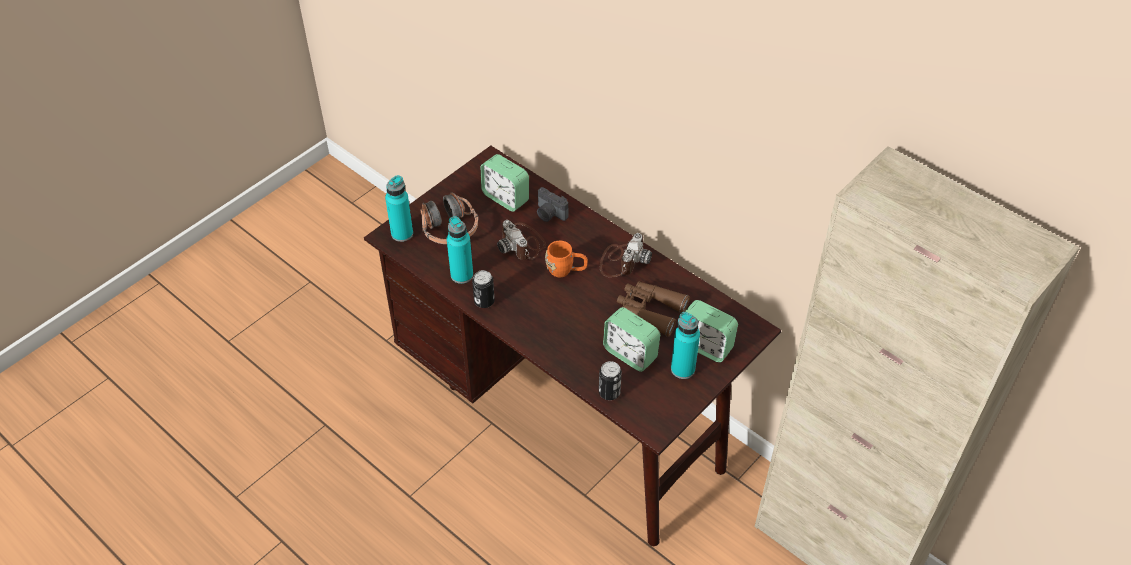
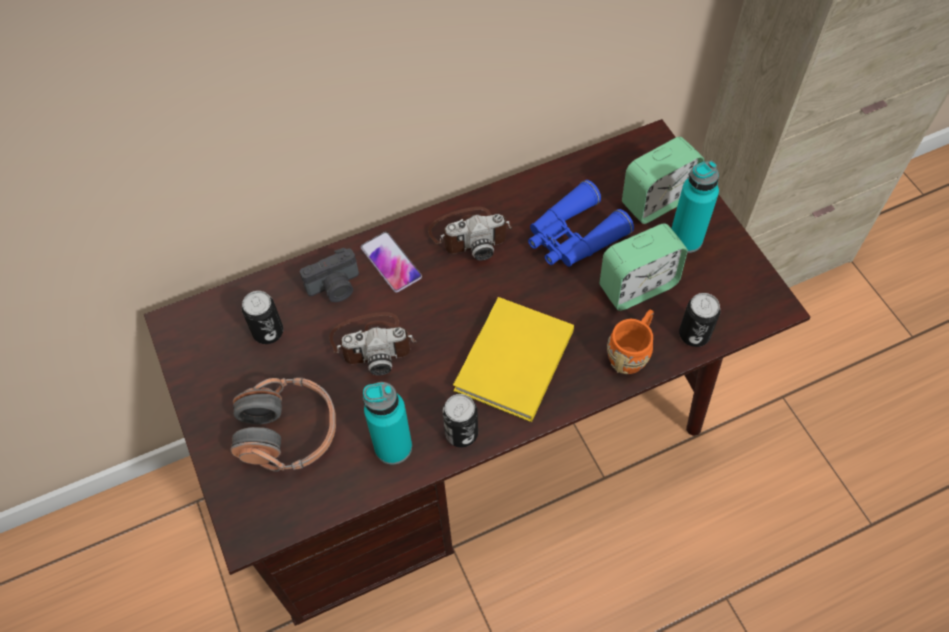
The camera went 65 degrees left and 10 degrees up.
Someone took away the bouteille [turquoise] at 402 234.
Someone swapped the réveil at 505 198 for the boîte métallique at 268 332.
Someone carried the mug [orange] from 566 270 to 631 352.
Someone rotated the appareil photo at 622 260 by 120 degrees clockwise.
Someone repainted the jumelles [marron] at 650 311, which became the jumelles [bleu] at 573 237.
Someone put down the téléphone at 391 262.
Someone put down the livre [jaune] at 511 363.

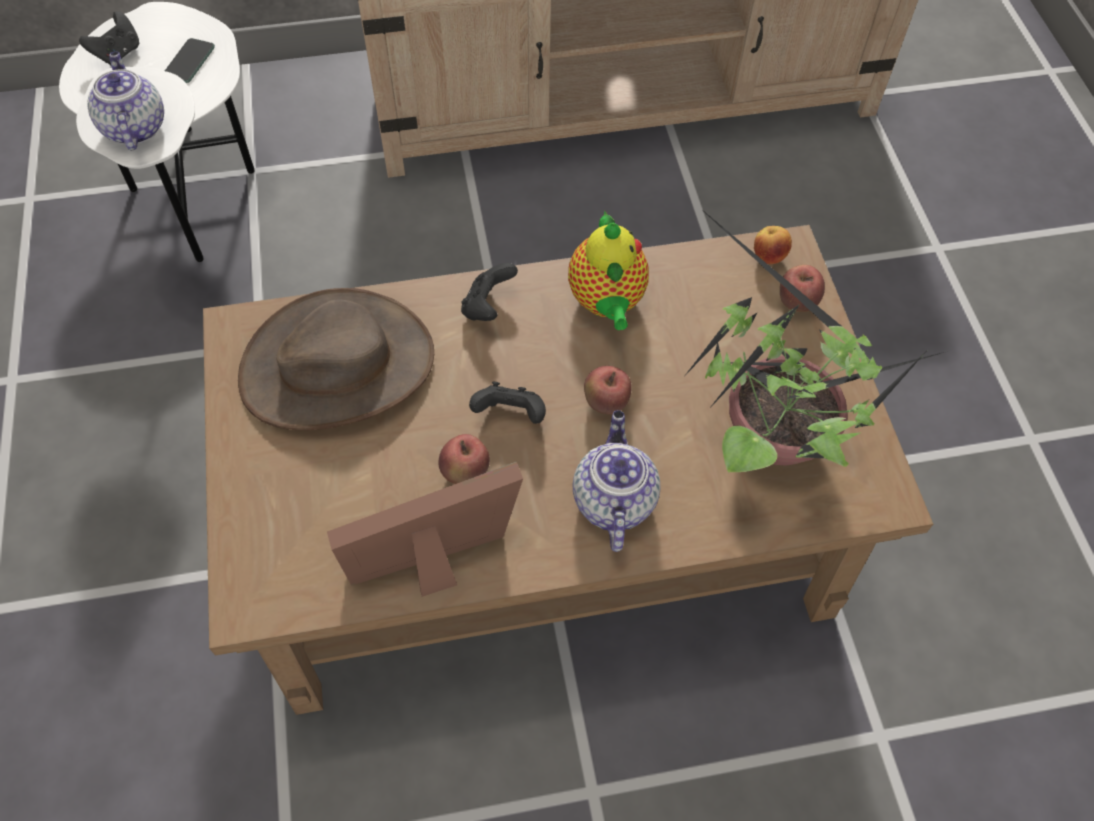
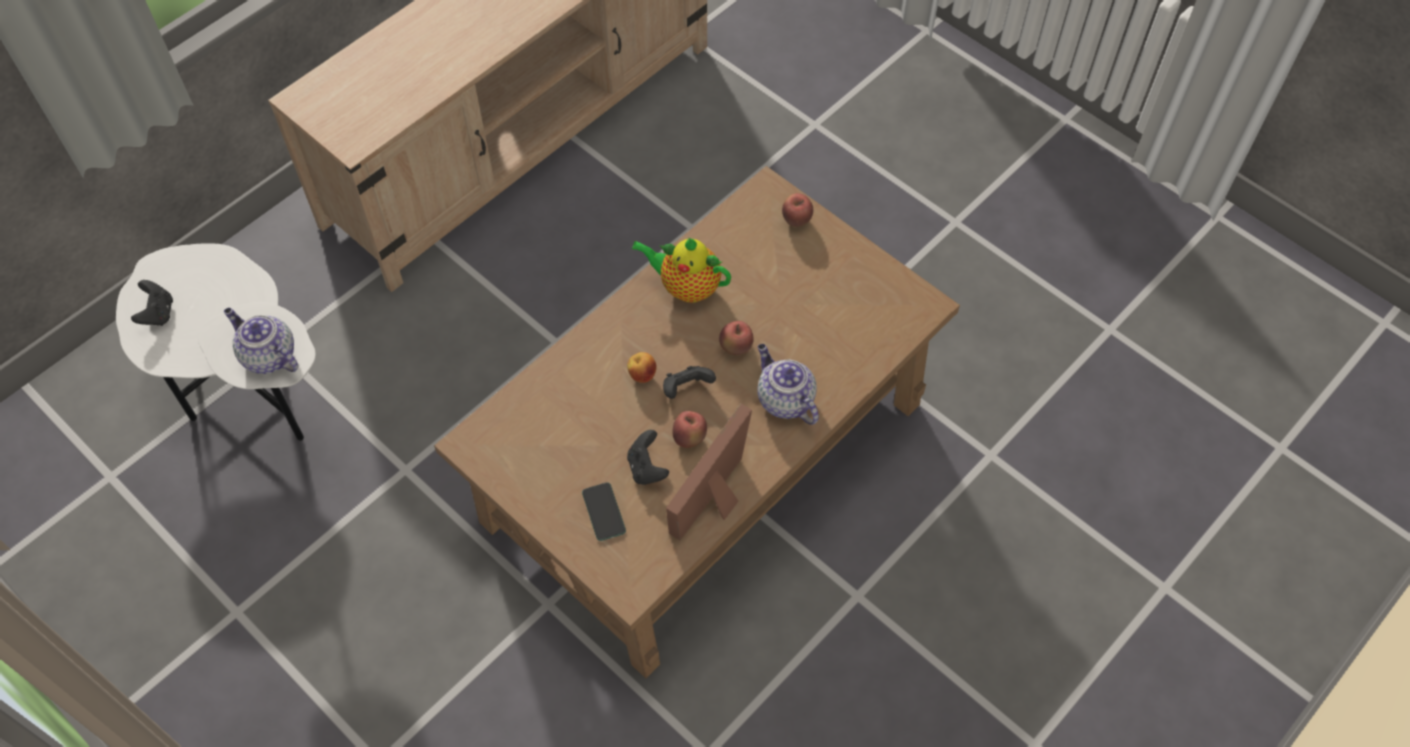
The camera went 35 degrees left and 0 degrees up.
Someone carried the téléphone from 189 62 to 603 512.
Someone took away the chapeau [marron] at 337 365.
Someone carried the manette [noir] from 487 307 to 647 468.
Someone rotated the théière at 606 303 by 150 degrees clockwise.
Someone took away the plante en pot at 771 431.
Someone carried the pomme from 768 257 to 642 375.

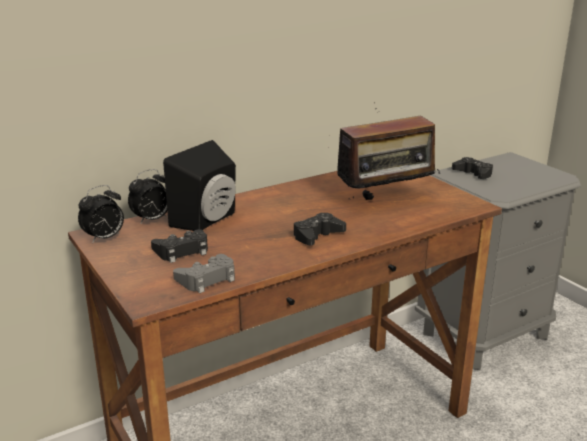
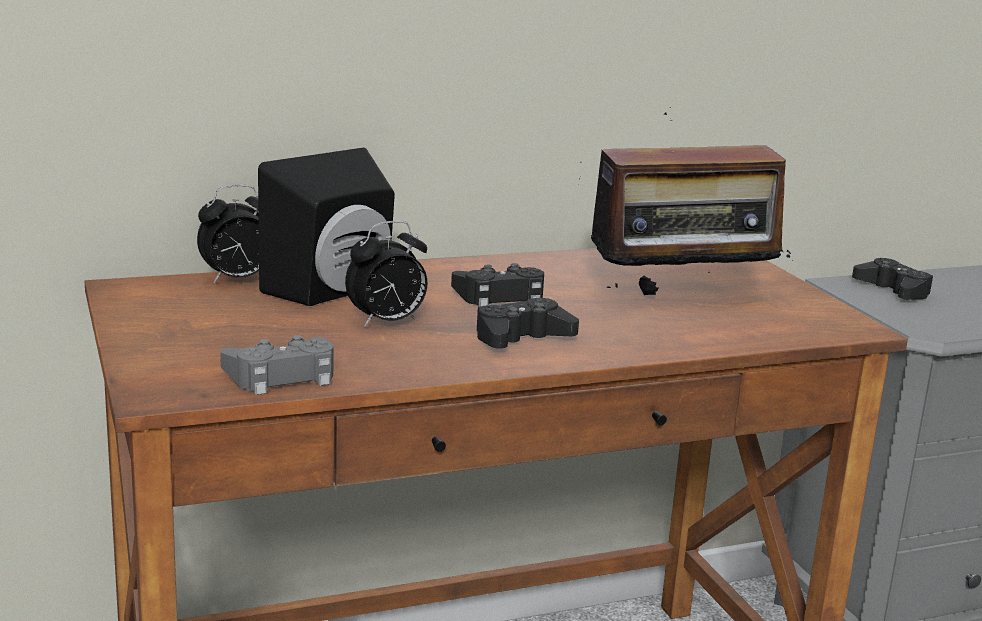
The camera went 10 degrees right and 5 degrees down.
Someone carried the réveil from 104 238 to 386 322.
Someone carried the manette [noir] from 182 251 to 501 296.

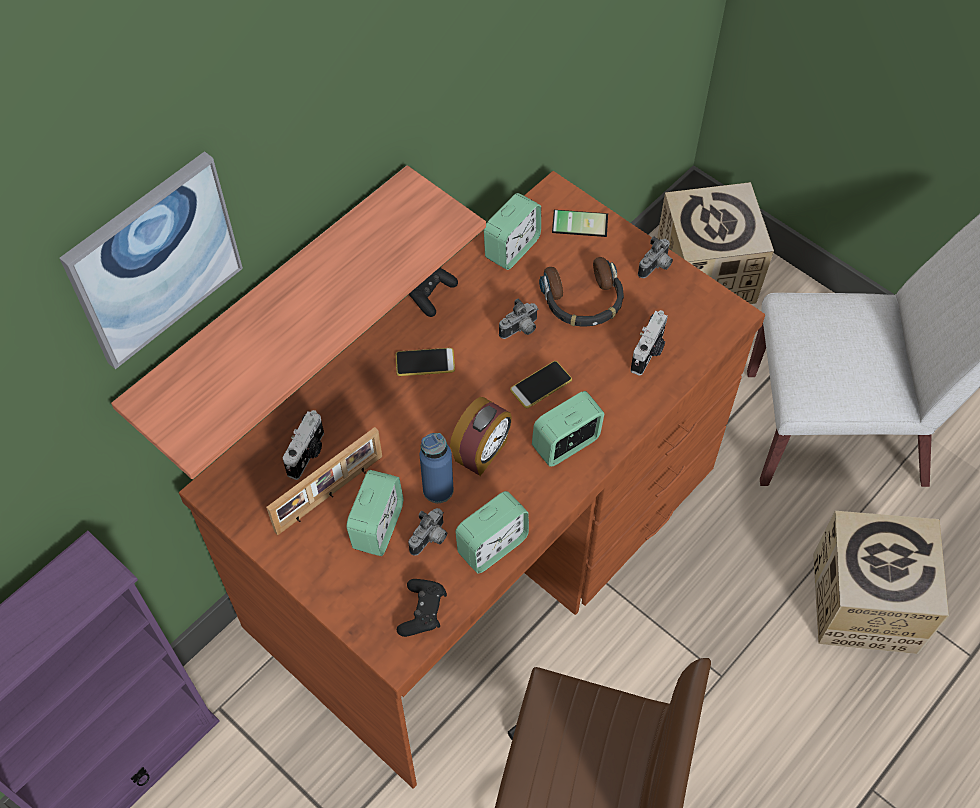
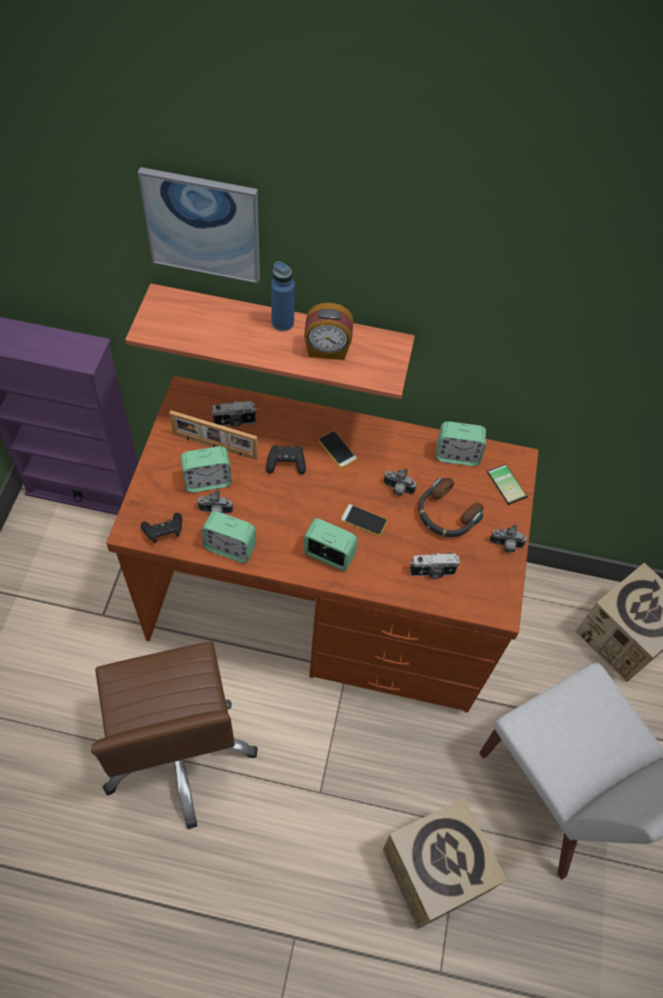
The camera went 55 degrees right and 0 degrees up.
Someone carried the manette [noir] from 431 294 to 286 464.
Someone carried the bouteille [bleu] from 438 490 to 282 323.
Someone carried the réveil from 482 452 to 327 350.

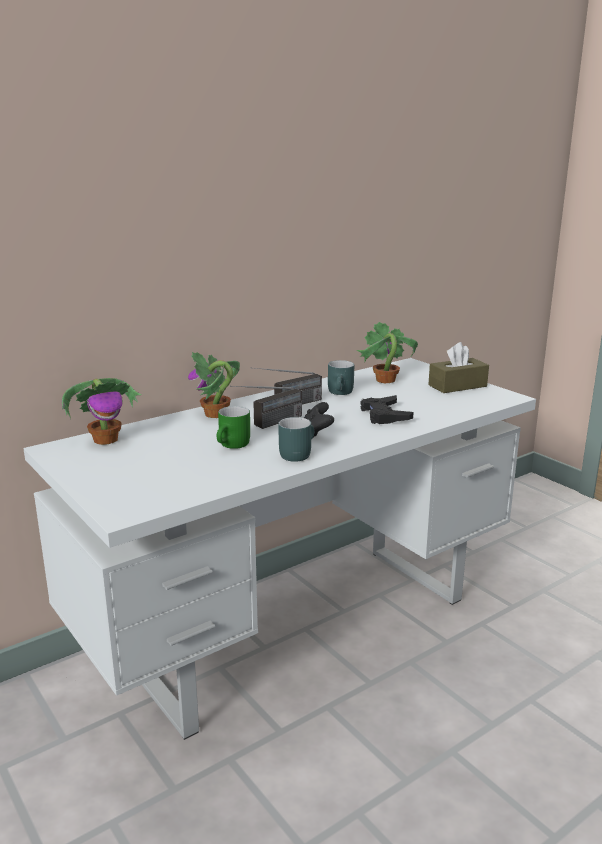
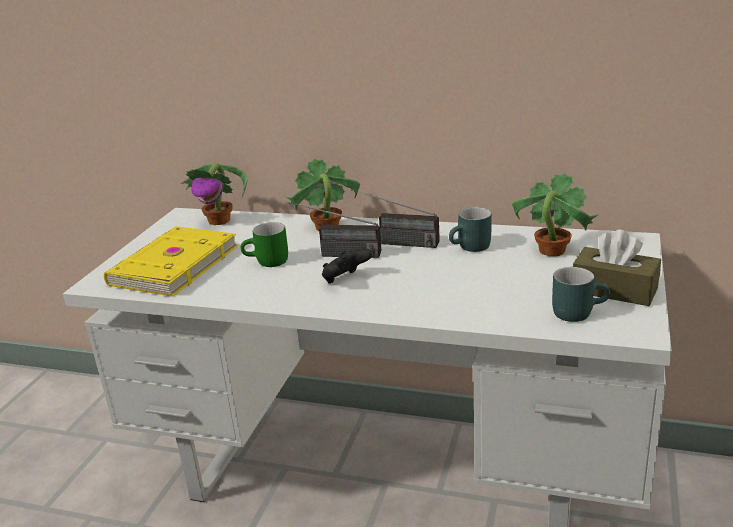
The camera went 55 degrees right and 5 degrees up.
Someone carried the mug [turquoise] from 296 453 to 577 312.
Someone took away the manette [noir] at 384 415.
Someone put down the livre [jaune] at 172 265.

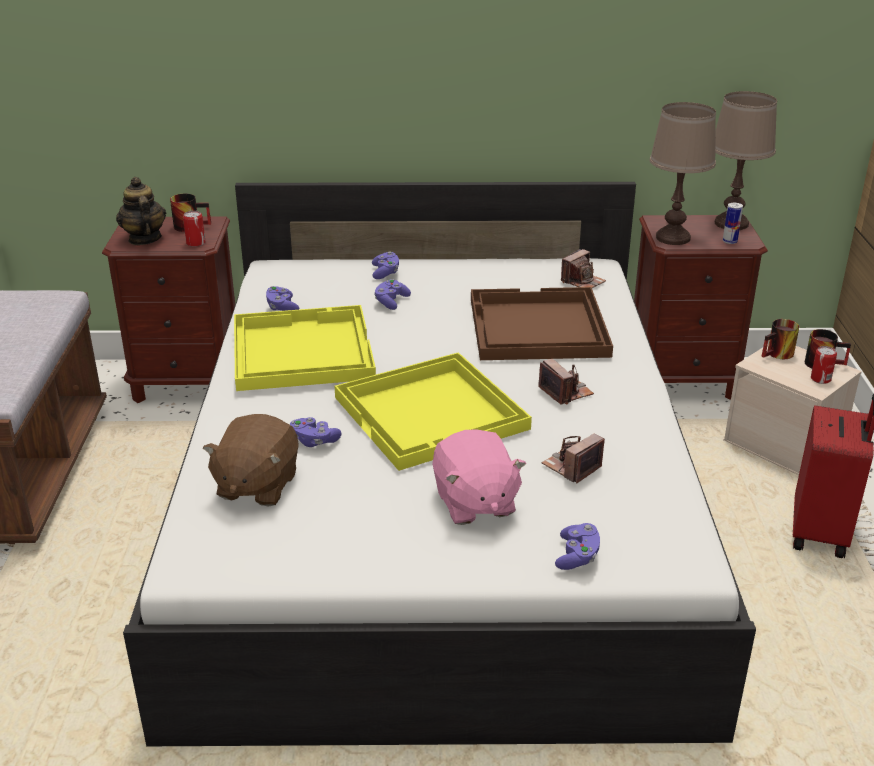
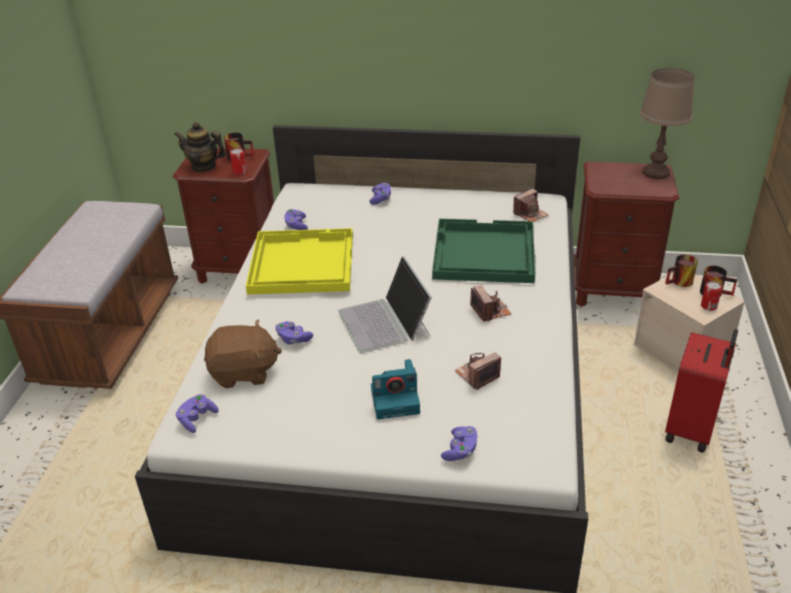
The camera went 10 degrees right and 5 degrees up.
Someone rotated the théière at 144 239 by 60 degrees counterclockwise.
Someone rotated the peluche [marron] at 256 485 by 120 degrees counterclockwise.
Someone swapped the plateau [jaune] at 433 413 for the ordinateur portable at 385 322.
Someone carried the manette [violet] from 391 302 to 197 419.
Someone swapped the peluche [rose] at 474 503 for the appareil photo at 396 399.
Someone repainted the plateau [marron] at 536 328, which became the plateau [vert] at 483 253.
Someone took away the lampe de table [marron] at 672 238.
Someone took away the boîte métallique at 729 241.

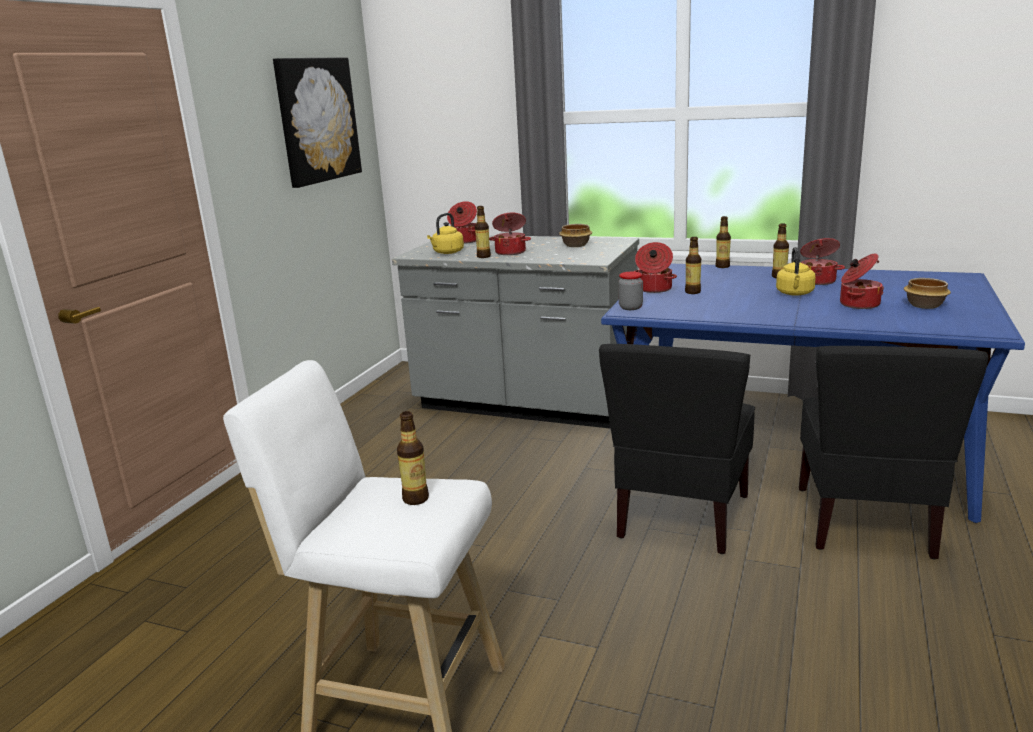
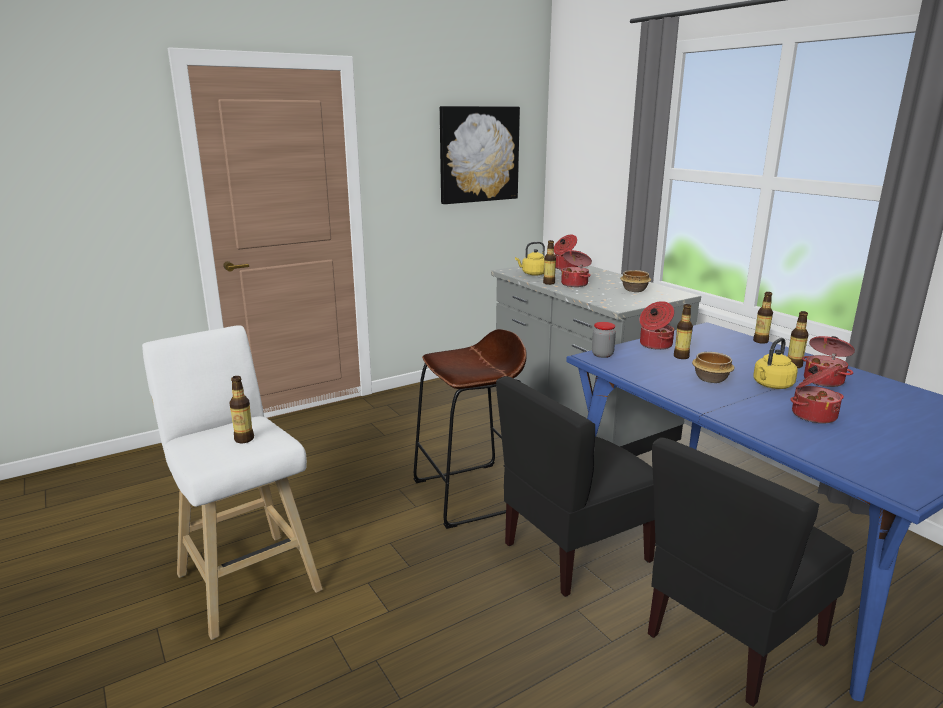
The camera went 35 degrees right and 0 degrees up.
Someone carried the bol from 924 305 to 711 378.
Someone put down the tabouret [marron] at 471 494.

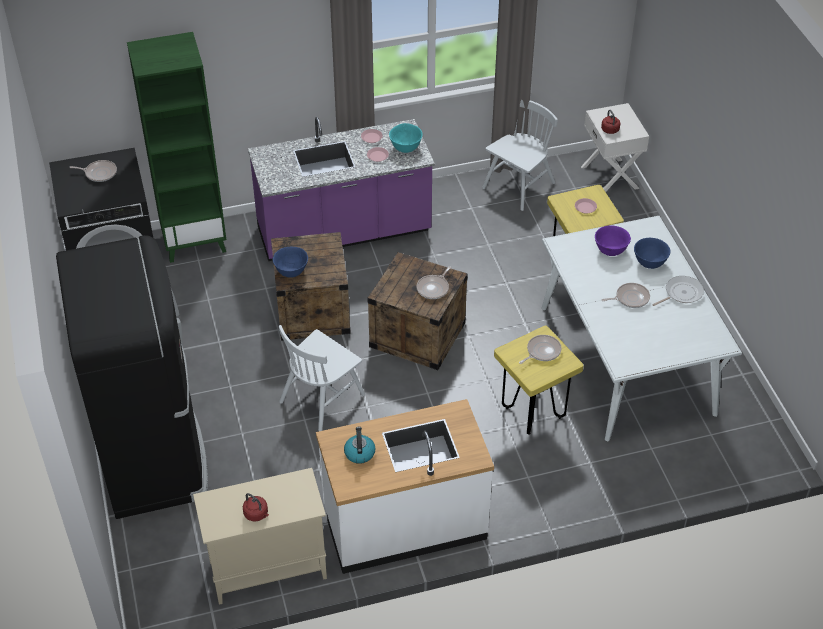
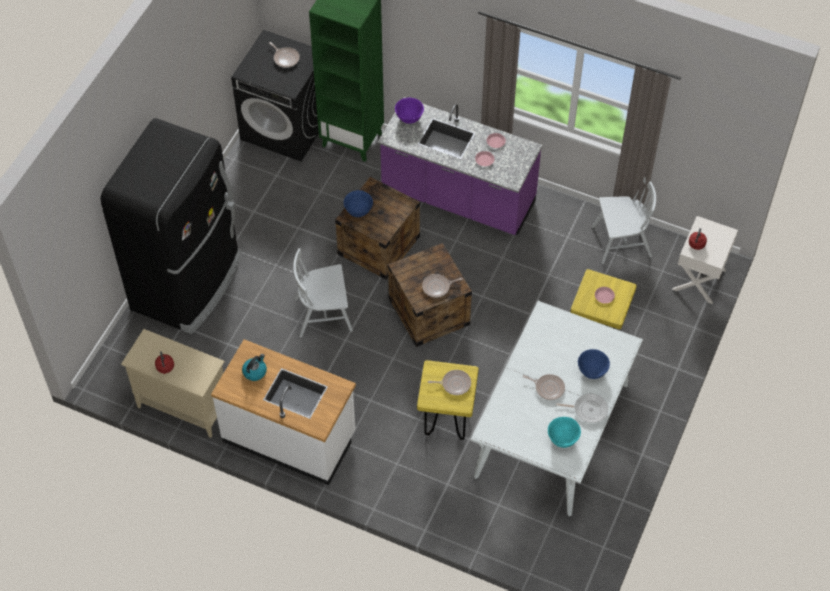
The camera went 40 degrees right and 10 degrees up.
Someone carried the bol [turquoise] from 405 147 to 563 438.
Someone carried the bol [violet] from 610 251 to 409 118.

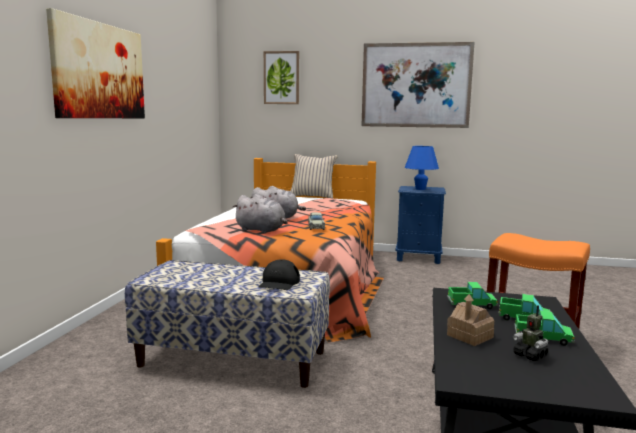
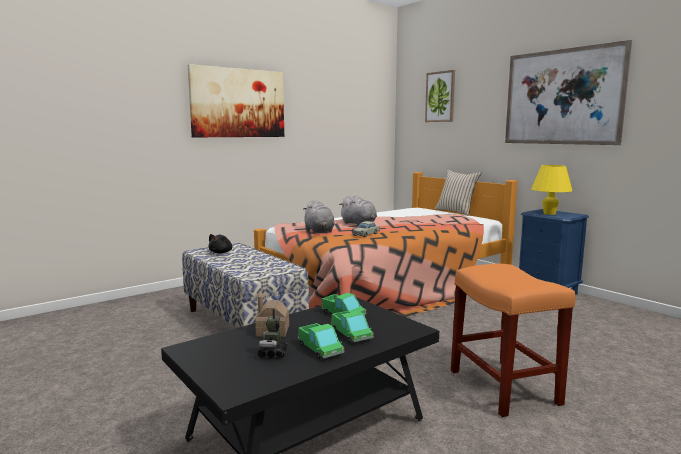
The camera went 40 degrees right and 0 degrees up.
Someone took away the casquette [noir] at 279 283.
Someone repainted the lampe de table [bleu] at 420 189, which became the lampe de table [jaune] at 549 213.
Someone put down the peluche [noir] at 221 252.

